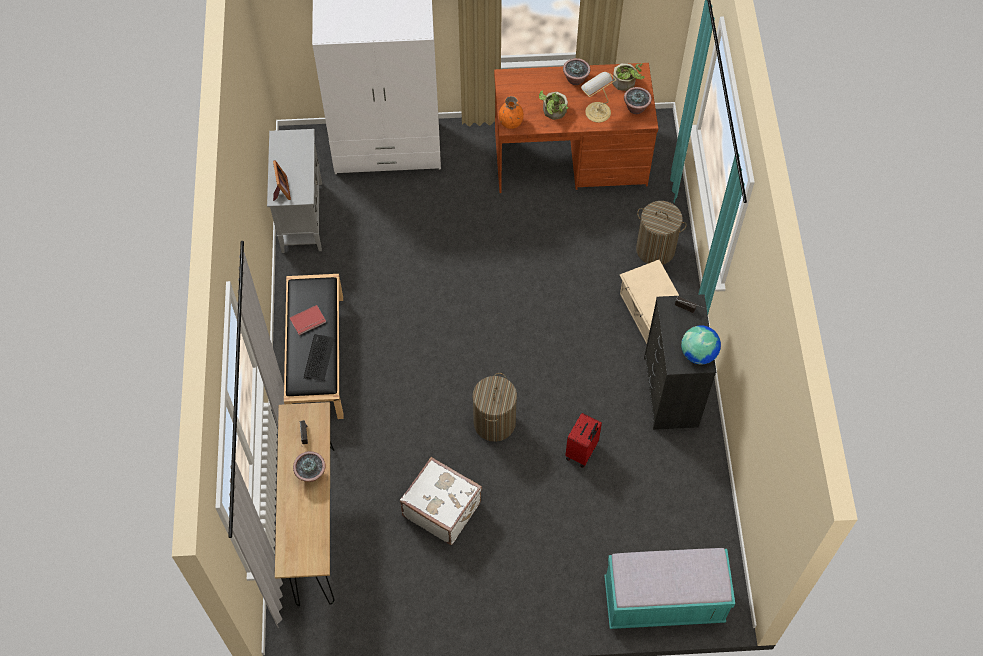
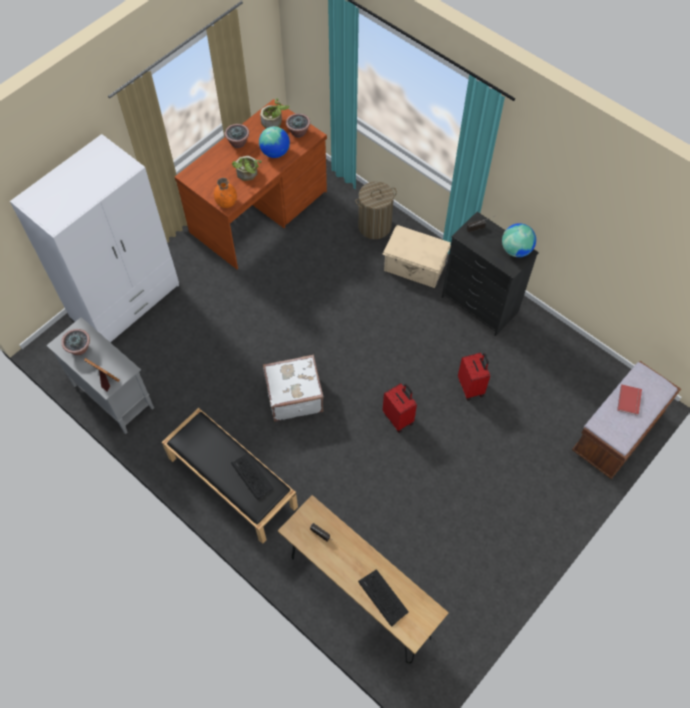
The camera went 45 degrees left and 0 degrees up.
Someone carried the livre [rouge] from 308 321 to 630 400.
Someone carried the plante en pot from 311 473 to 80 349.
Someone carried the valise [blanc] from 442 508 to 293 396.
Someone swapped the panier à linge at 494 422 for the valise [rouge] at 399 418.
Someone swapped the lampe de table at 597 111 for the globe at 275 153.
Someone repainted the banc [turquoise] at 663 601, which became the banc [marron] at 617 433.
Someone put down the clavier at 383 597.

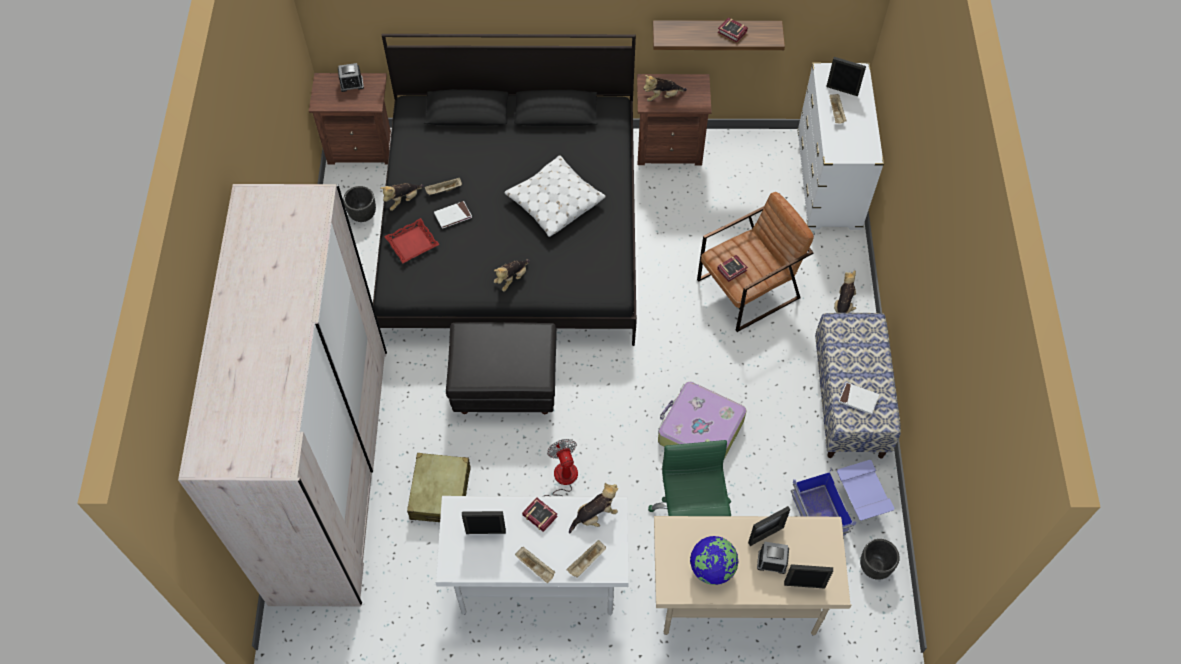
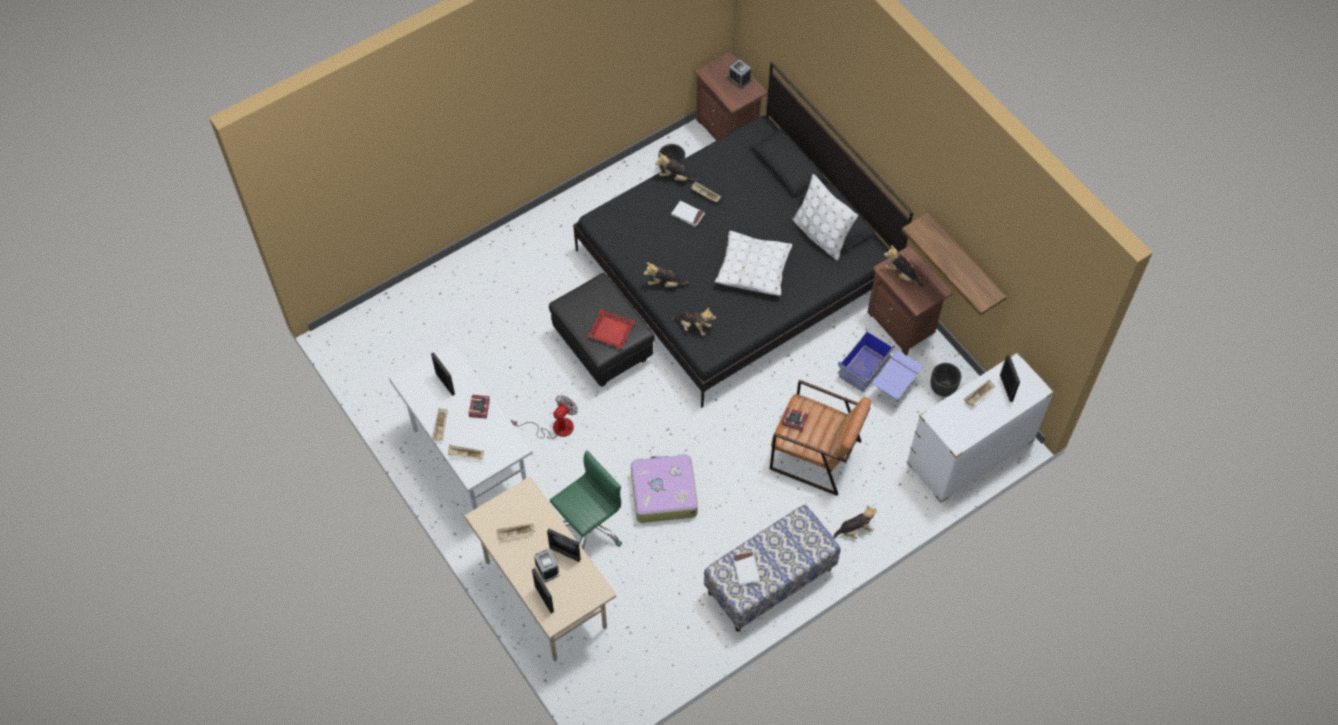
The camera went 55 degrees right and 0 degrees up.
Someone took away the armoire [beige] at 330 473.
Someone carried the plateau [rouge] from 412 243 to 611 331.
Someone took away the valise [beige] at 440 493.
Someone carried the peluche from 595 515 to 693 326.
Someone swapped the globe at 712 568 for the plateau [beige] at 515 534.
Someone took away the livre at 732 33.
Someone carried the boîte de rangement [bleu] from 838 509 to 878 378.
Someone carried the cache-pot [noir] from 874 566 to 943 388.
Someone put down the coussin [blanc] at 821 235.

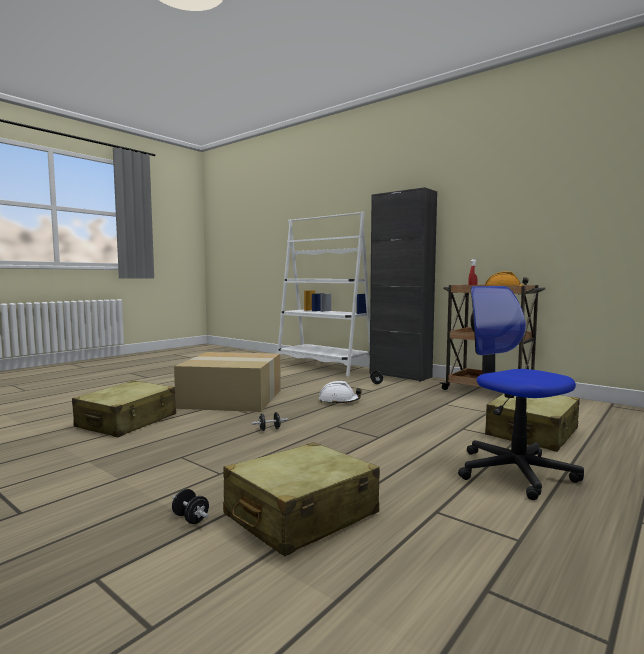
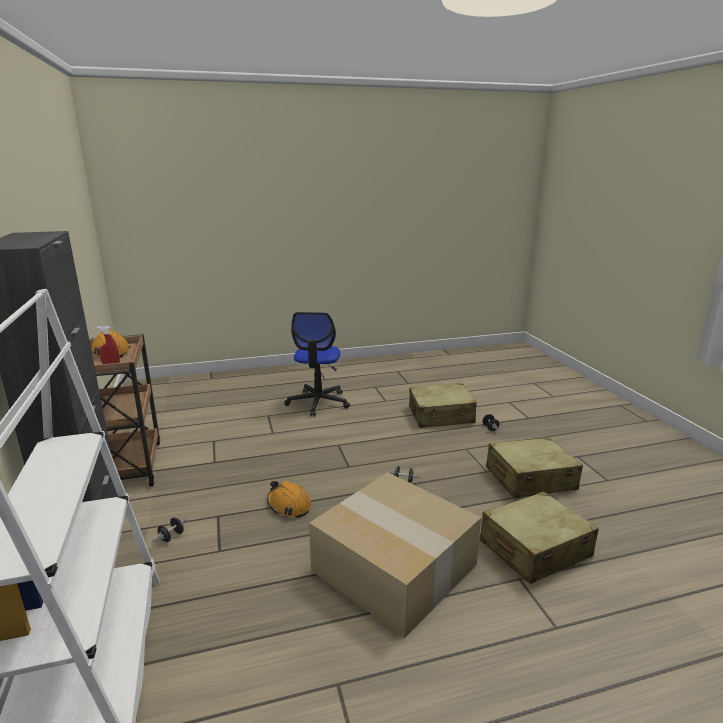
The camera went 145 degrees left and 15 degrees up.
Someone repainted the casque de chantier [blanc] at 339 401, which became the casque de chantier [orange] at 289 505.
Someone carried the valise [beige] from 532 432 to 530 479.

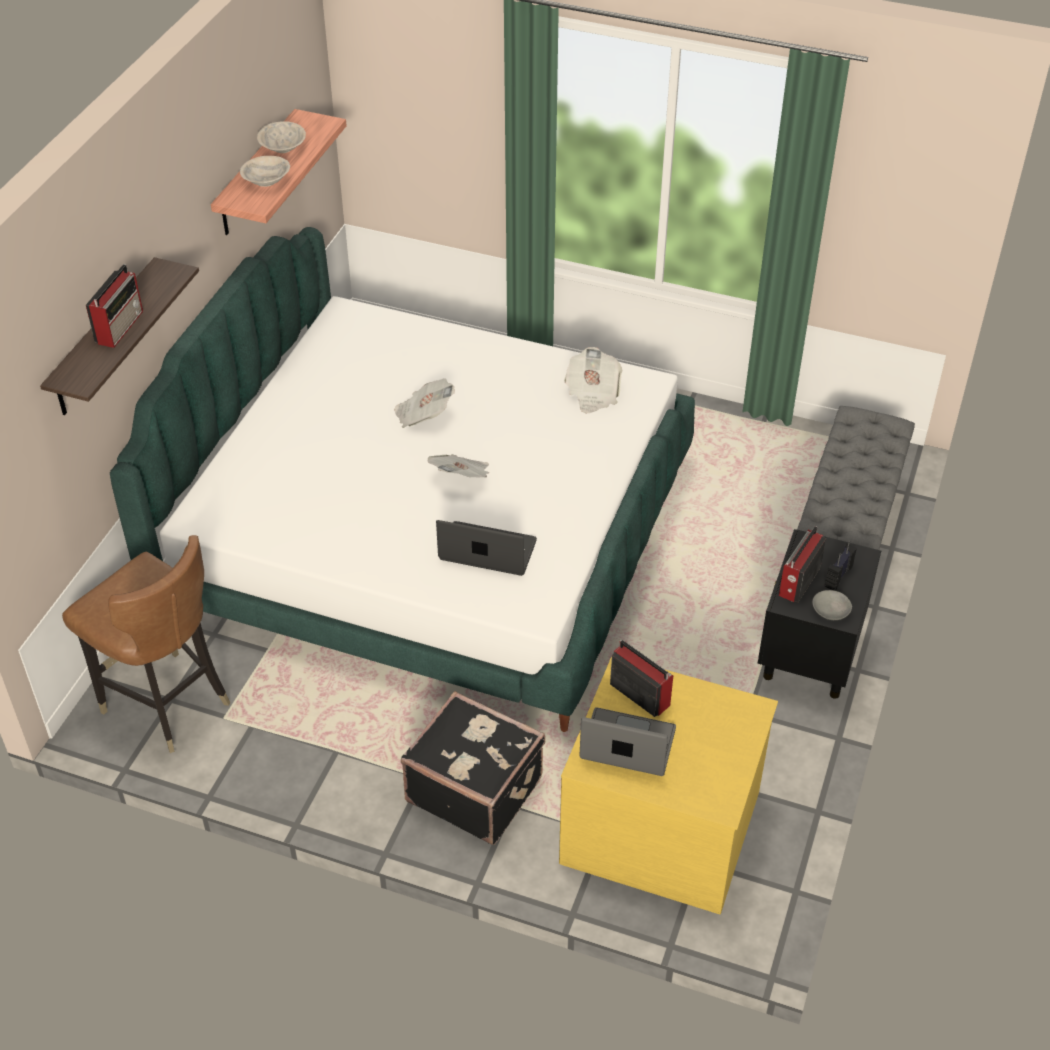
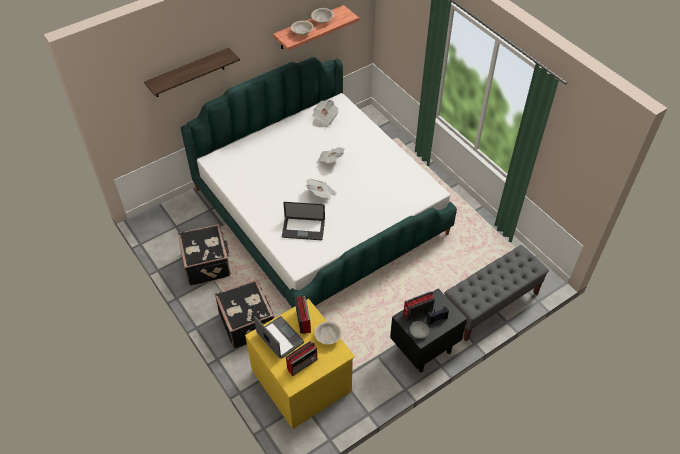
The camera went 35 degrees right and 5 degrees up.
Someone took away the chaise [marron] at 166 703.
Someone carried the radio from 120 326 to 303 364.
Someone rotated the ordinateur portable at 488 550 by 135 degrees clockwise.
Someone carried the journal from 592 393 to 324 119.
Someone put down the valise [noir] at 207 264.
Someone put down the bol [beige] at 328 337.

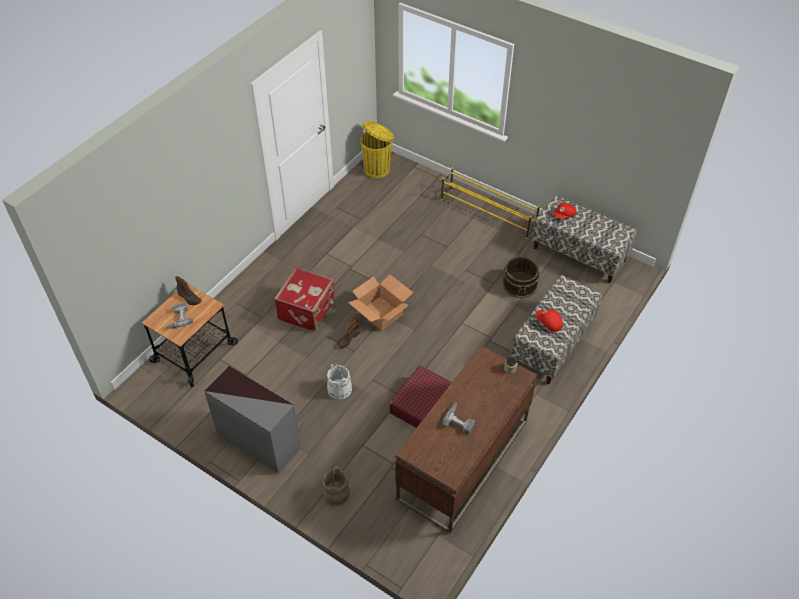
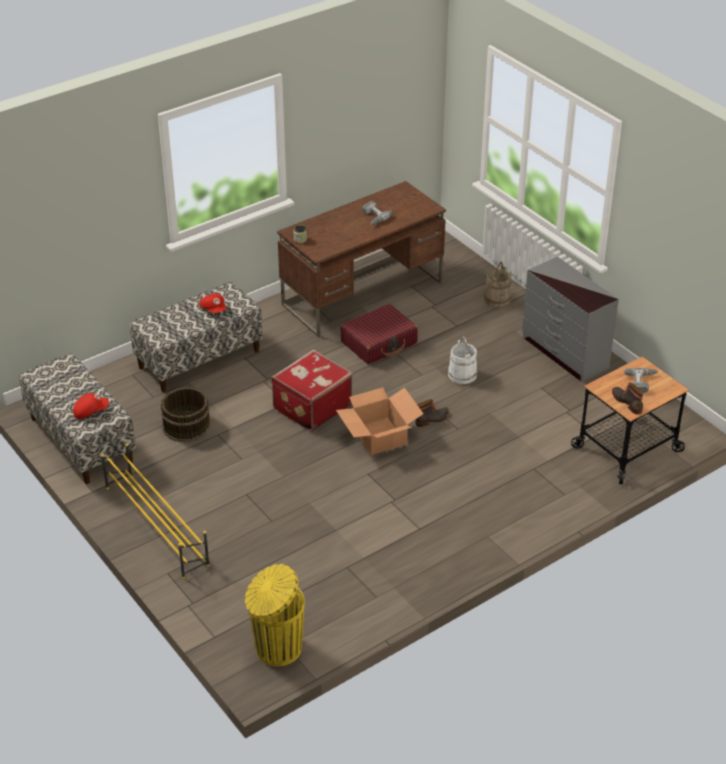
The camera went 160 degrees left and 10 degrees down.
Someone carried the valise [rouge] from 308 310 to 311 407.

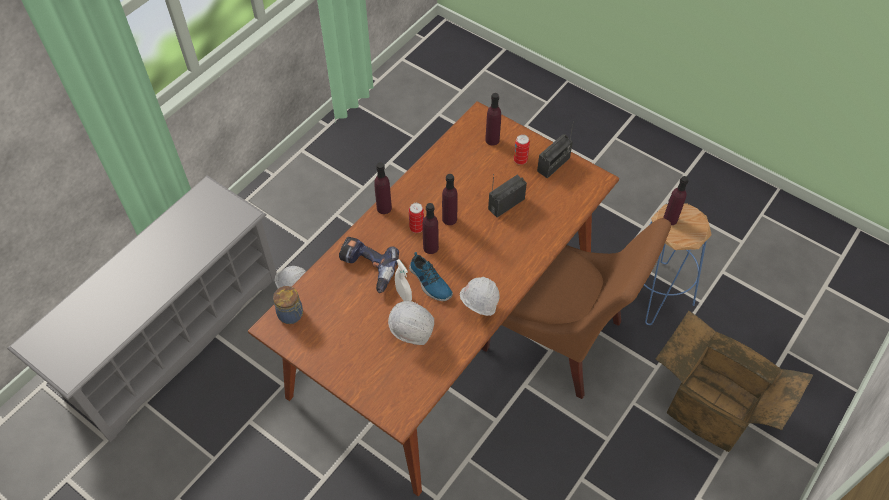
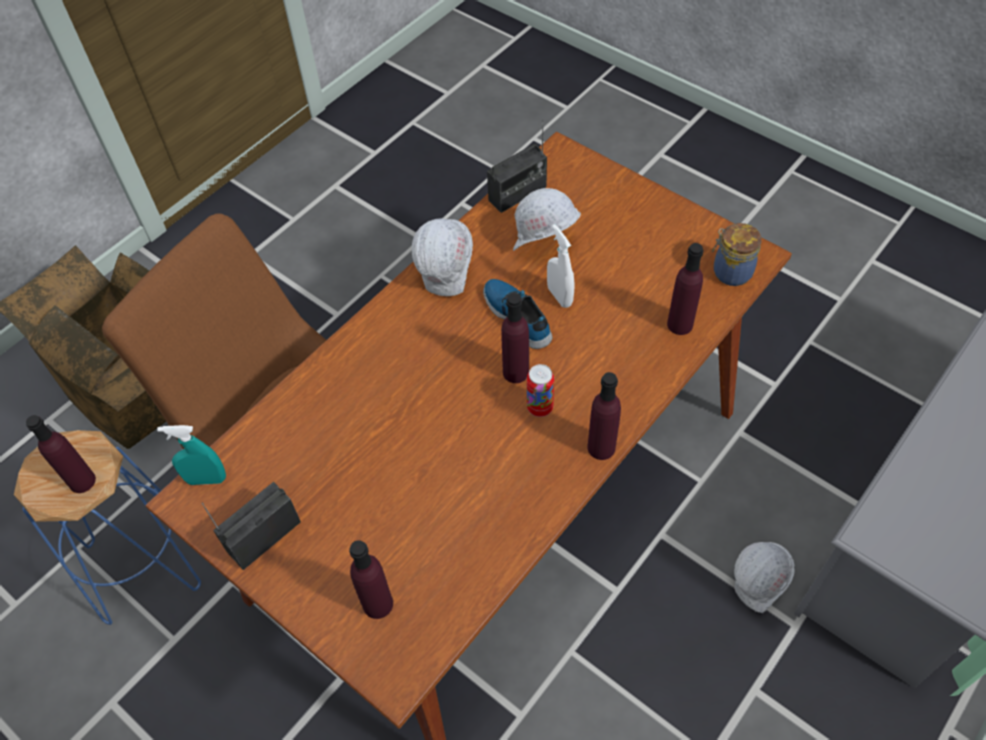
The camera went 175 degrees left and 0 degrees up.
Someone took away the perceuse at 367 269.
Someone carried the bouteille [violet] from 449 219 to 680 324.
Someone carried the radio from 506 204 to 517 194.
Someone took away the boîte métallique at 520 160.
Someone put down the vaporisateur [turquoise] at 206 479.

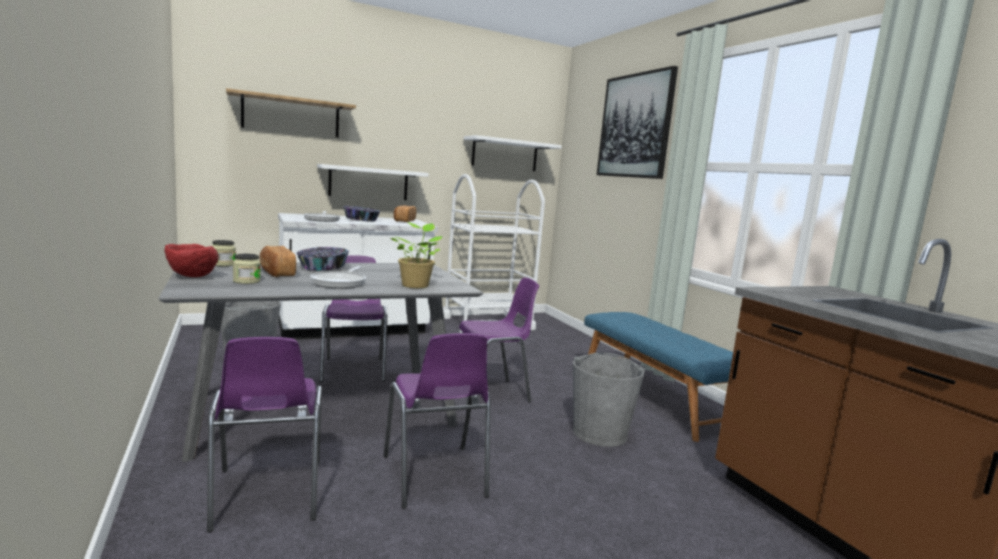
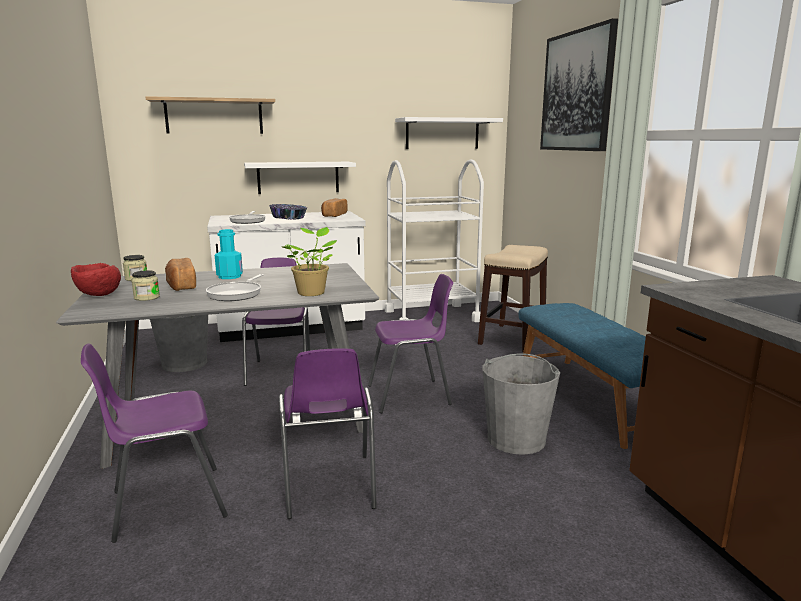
The camera went 10 degrees right and 5 degrees up.
Someone rotated the chaise [violet] at 266 496 by 75 degrees clockwise.
Someone swapped the bol at 322 268 for the bouteille [turquoise] at 229 276.
Someone put down the tabouret at 512 337.

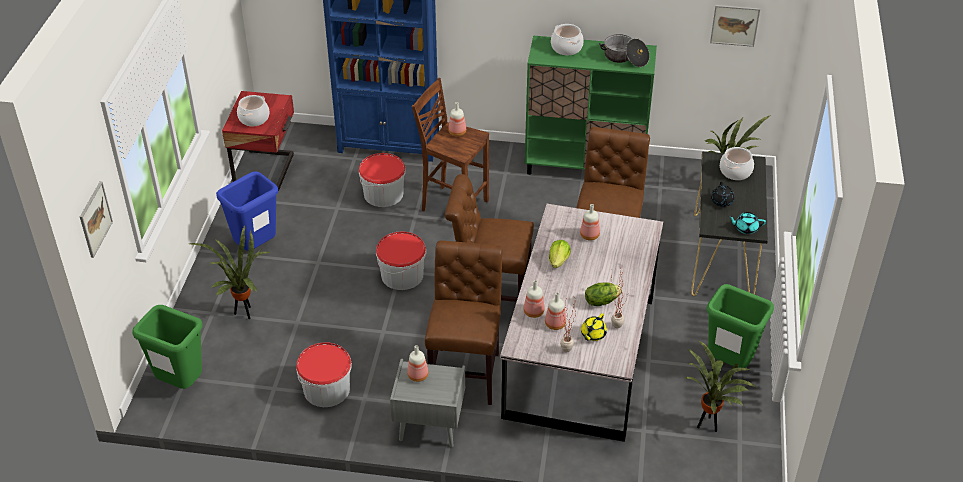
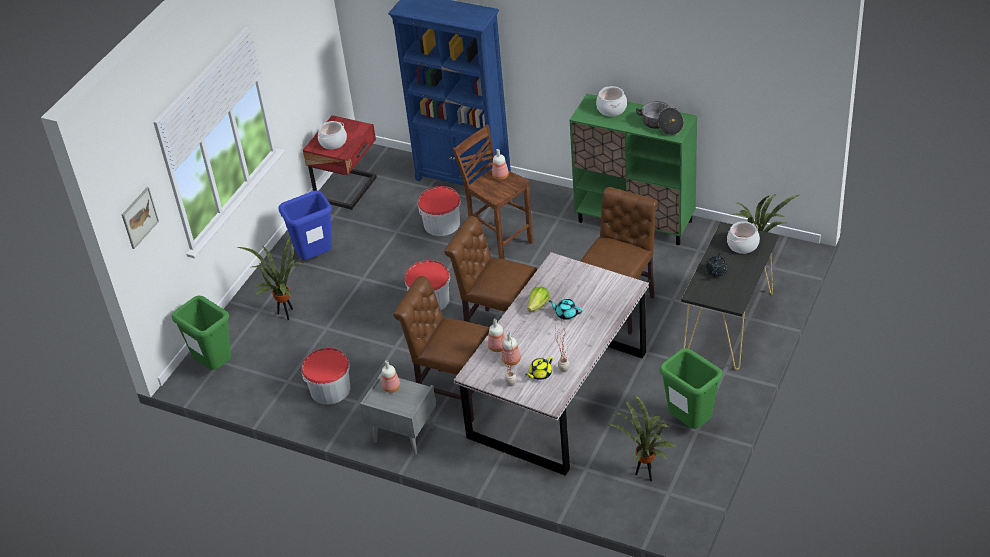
The camera went 20 degrees right and 0 degrees up.
Someone rotated the chaise [marron] at 466 372 by 90 degrees counterclockwise.
Someone took away the bouteille at 590 235.
Someone took away the laitue at 601 301.
Someone took away the tableau at 734 25.
Someone carried the théière [turquoise] from 745 228 to 566 314.

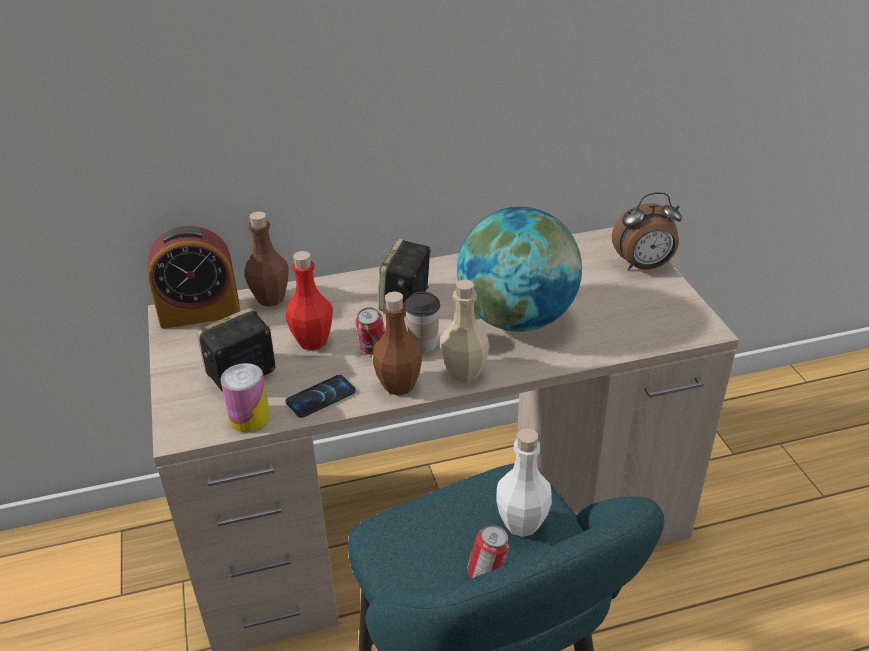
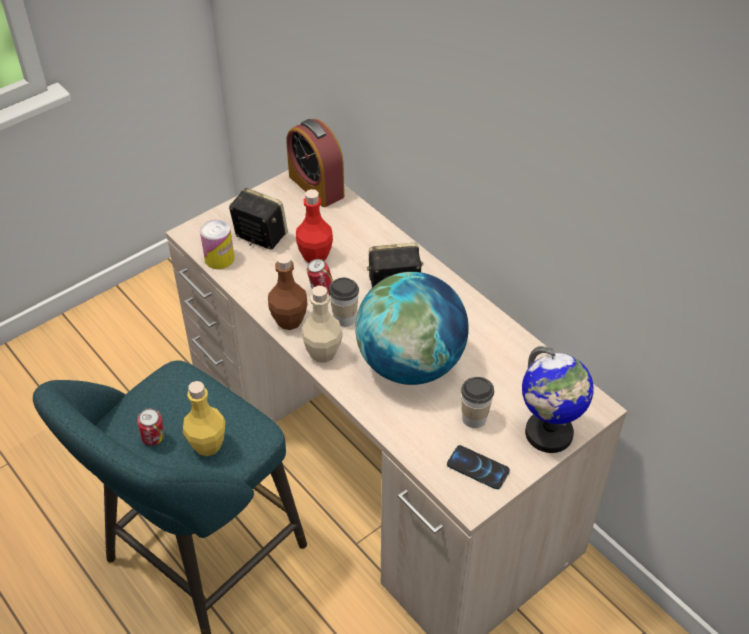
The camera went 65 degrees right and 10 degrees up.
Someone took away the bouteille [marron] at 271 298.
Someone carried the téléphone from 321 397 to 478 468.
Someone repainted the bouteille [blanc] at 522 523, which became the bouteille [jaune] at 208 445.
Someone swapped the réveil at 644 266 for the globe at 548 434.
Someone put down the tasse at 474 418.

